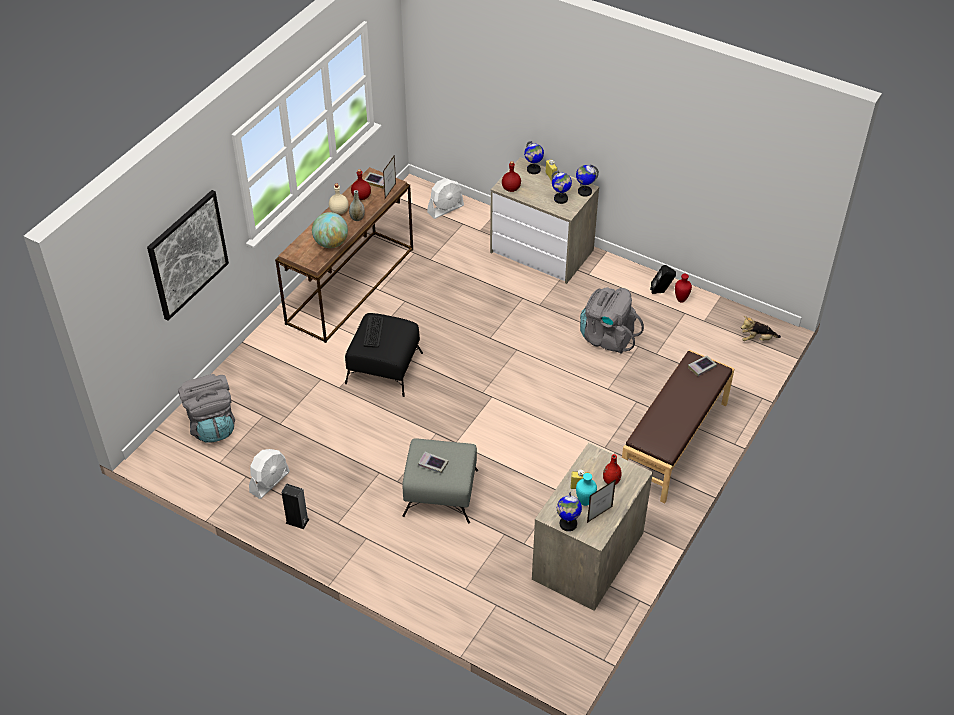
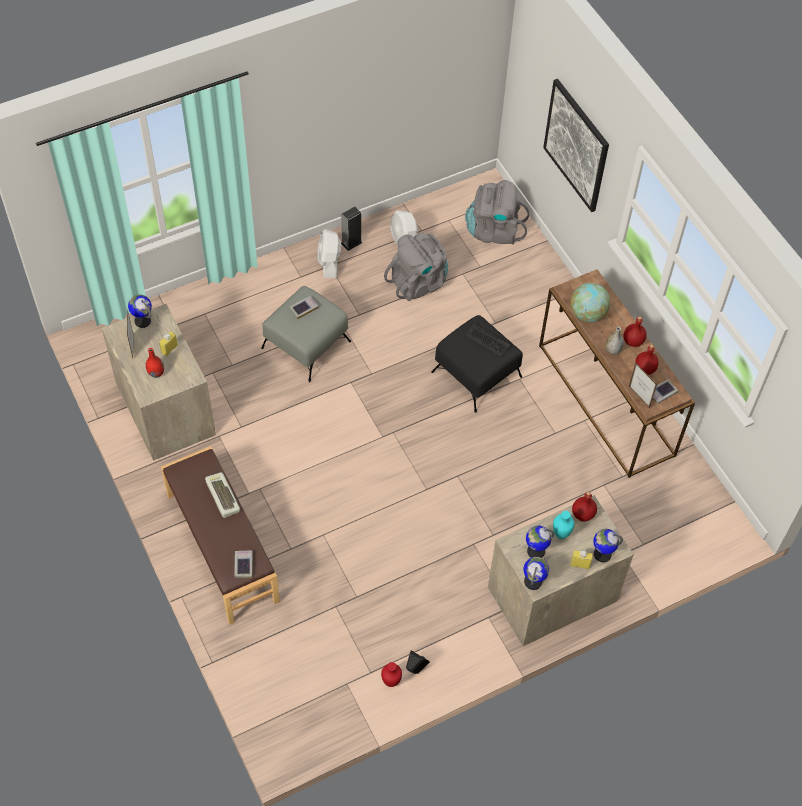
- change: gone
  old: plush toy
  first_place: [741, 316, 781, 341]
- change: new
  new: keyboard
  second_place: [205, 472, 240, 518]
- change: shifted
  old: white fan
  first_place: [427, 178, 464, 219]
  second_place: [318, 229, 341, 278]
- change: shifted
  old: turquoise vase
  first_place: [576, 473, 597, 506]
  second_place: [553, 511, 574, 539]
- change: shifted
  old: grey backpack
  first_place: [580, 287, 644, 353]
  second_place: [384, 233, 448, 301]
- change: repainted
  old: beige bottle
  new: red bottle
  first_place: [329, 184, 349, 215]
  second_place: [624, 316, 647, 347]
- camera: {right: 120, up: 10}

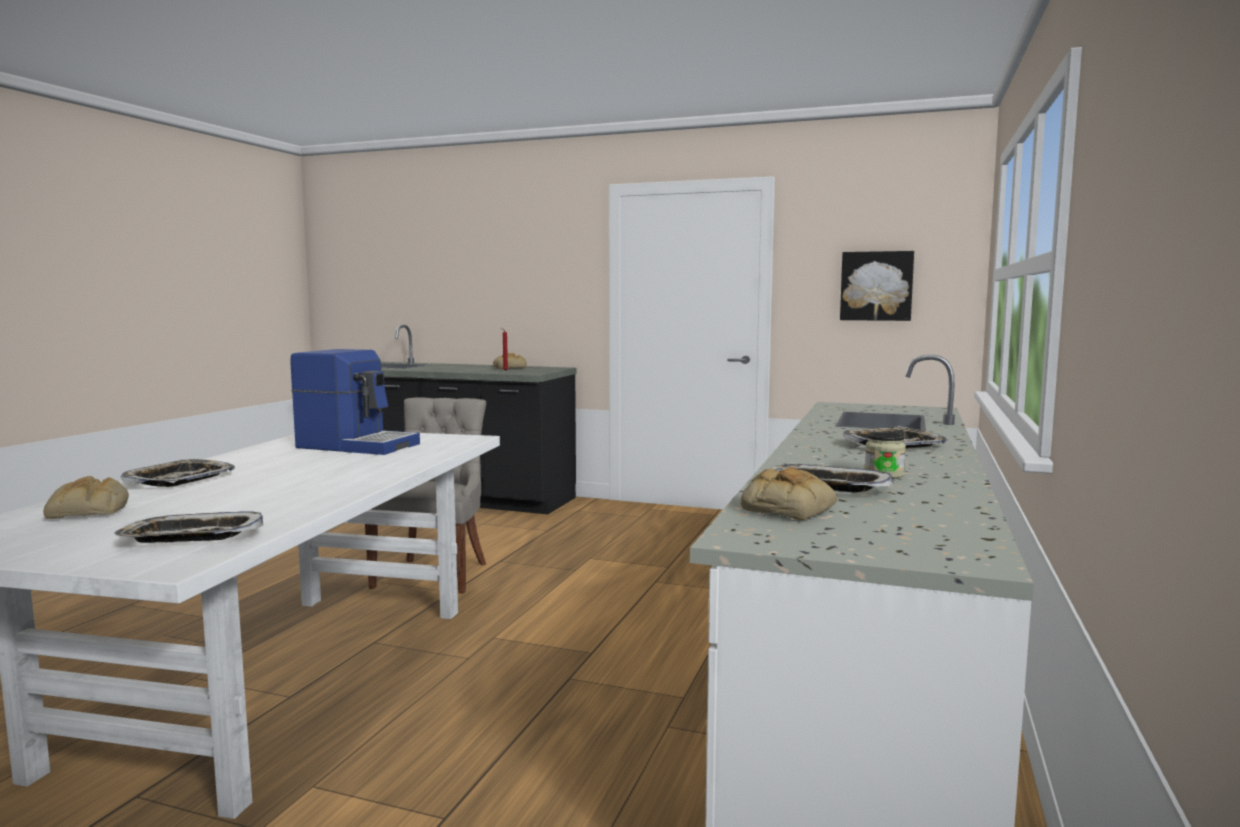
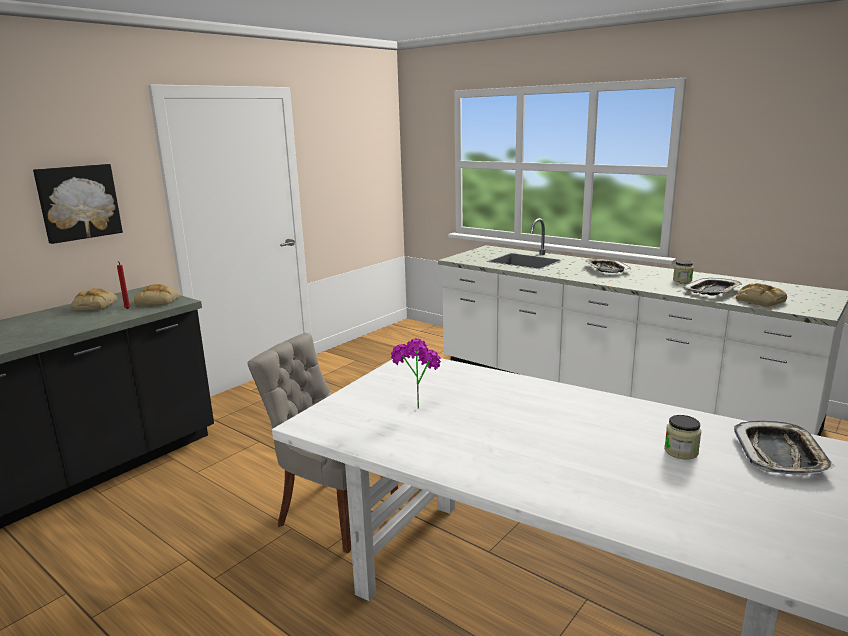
- change: gone
  old: tray
  first_place: [120, 459, 235, 487]
- change: new
  new: jar
  second_place: [664, 415, 701, 460]
- change: shifted
  old: bread
  first_place: [43, 476, 129, 519]
  second_place: [134, 284, 179, 305]
- change: shifted
  old: picture
  first_place: [840, 251, 914, 321]
  second_place: [33, 164, 123, 244]
- change: swapped
  old: coffee machine
  new: potted plant
  first_place: [290, 349, 420, 455]
  second_place: [391, 338, 441, 409]
- camera: {right: -70, up: 10}

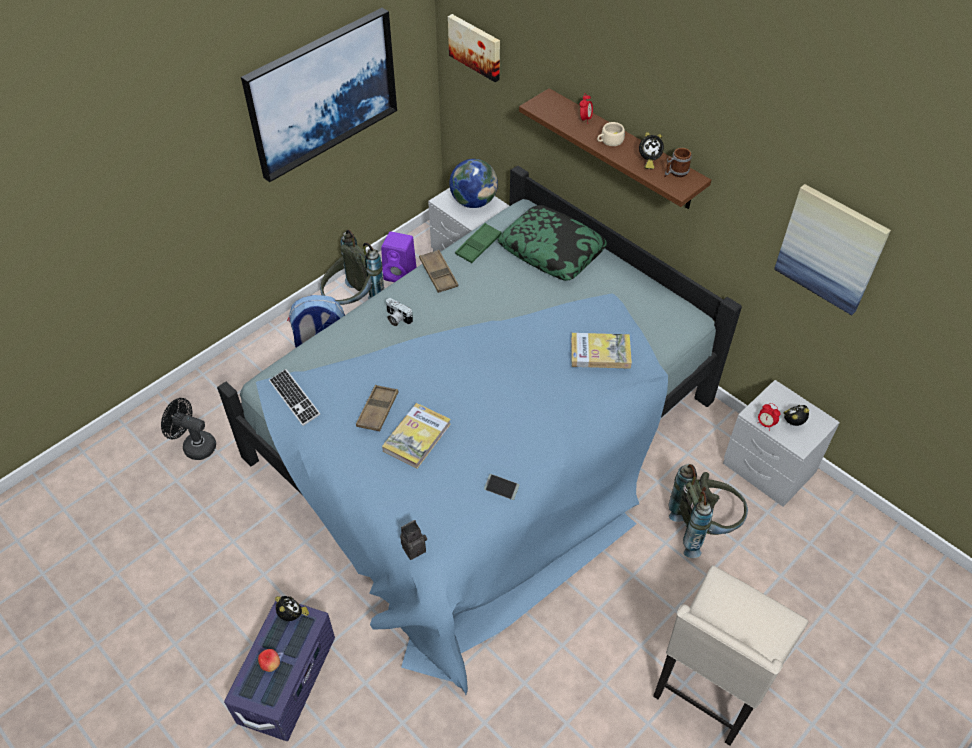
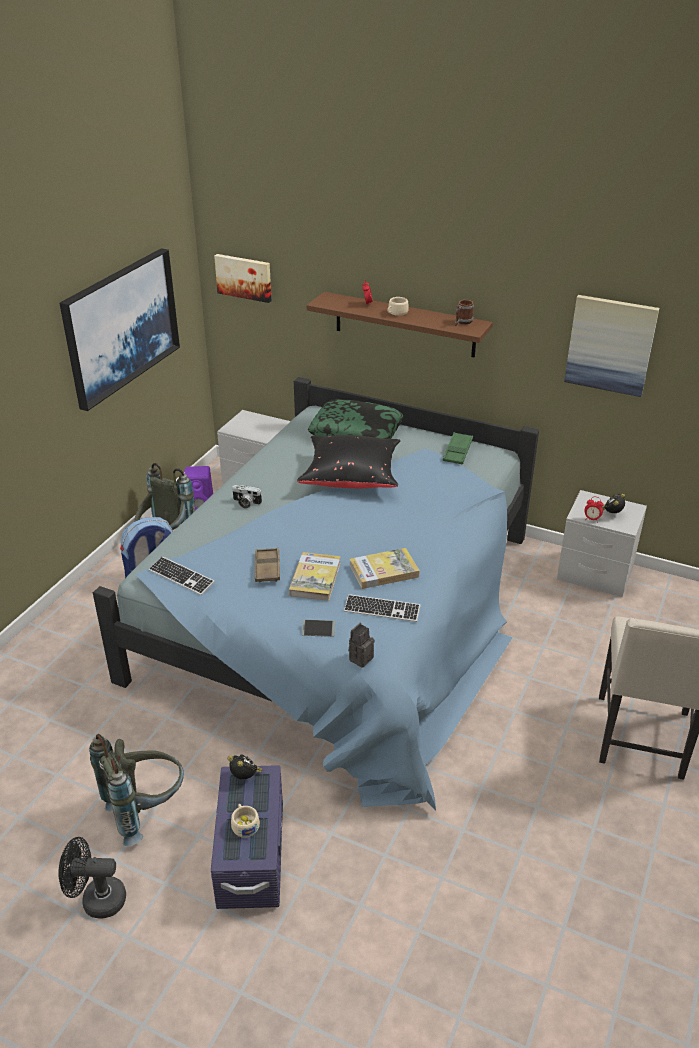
- change: gone
  old: brown tray
  first_place: [419, 250, 458, 293]
- change: gone
  old: globe
  first_place: [449, 159, 498, 208]
- change: gone
  old: alarm clock
  first_place: [639, 132, 664, 169]
- change: new
  new: black pillow
  second_place: [297, 435, 401, 488]
- change: new
  new: keyboard
  second_place: [344, 594, 421, 622]
- change: shifted
  old: black fan
  first_place: [161, 398, 216, 460]
  second_place: [58, 837, 126, 919]
- change: shifted
  old: green tray
  first_place: [455, 223, 502, 263]
  second_place: [443, 432, 473, 464]
- change: shifted
  old: phone
  first_place: [484, 474, 519, 500]
  second_place: [302, 620, 336, 637]
- change: shifted
  old: book
  first_place: [571, 333, 632, 369]
  second_place: [350, 548, 420, 589]
- change: shifted
  old: grey backpack
  first_place: [669, 464, 748, 558]
  second_place: [89, 734, 184, 846]
- change: swapped
  old: apple
  new: beige cup
  first_place: [258, 649, 280, 672]
  second_place: [231, 804, 260, 838]
- camera: {right: -20, up: -15}

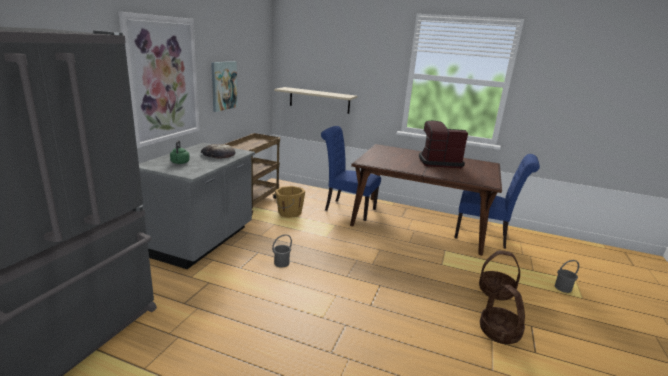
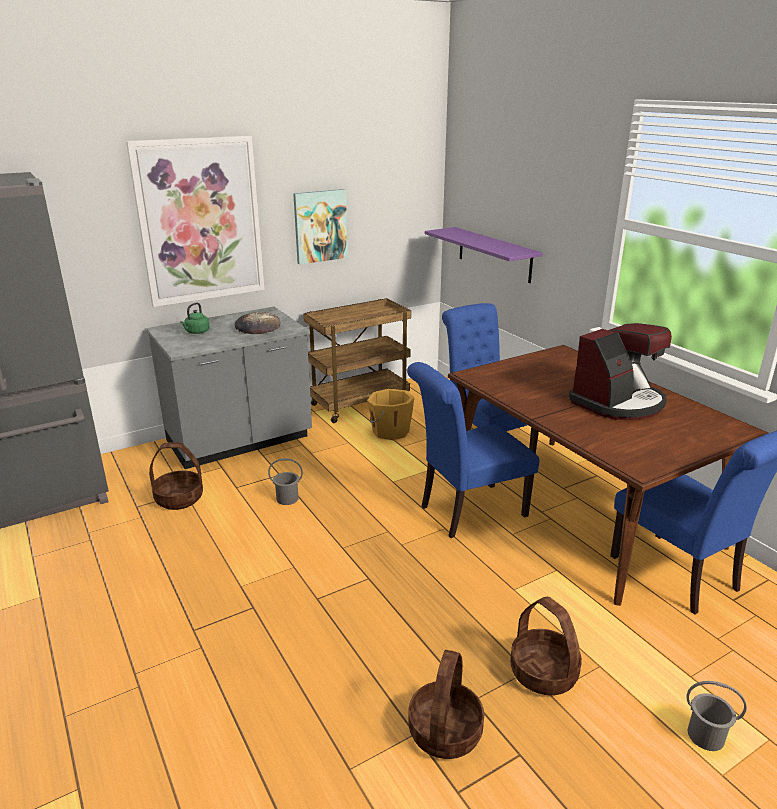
- change: new
  new: basket
  second_place: [149, 442, 203, 510]
- change: new
  new: blue chair
  second_place: [407, 362, 539, 538]
- change: repainted
  old: beige shelf
  new: purple shelf
  first_place: [274, 87, 357, 114]
  second_place: [425, 227, 543, 283]
- change: rotated
  old: coffee machine
  first_place: [419, 121, 468, 168]
  second_place: [569, 323, 672, 420]
  degrees: 105
- camera: {right: 40, up: 5}

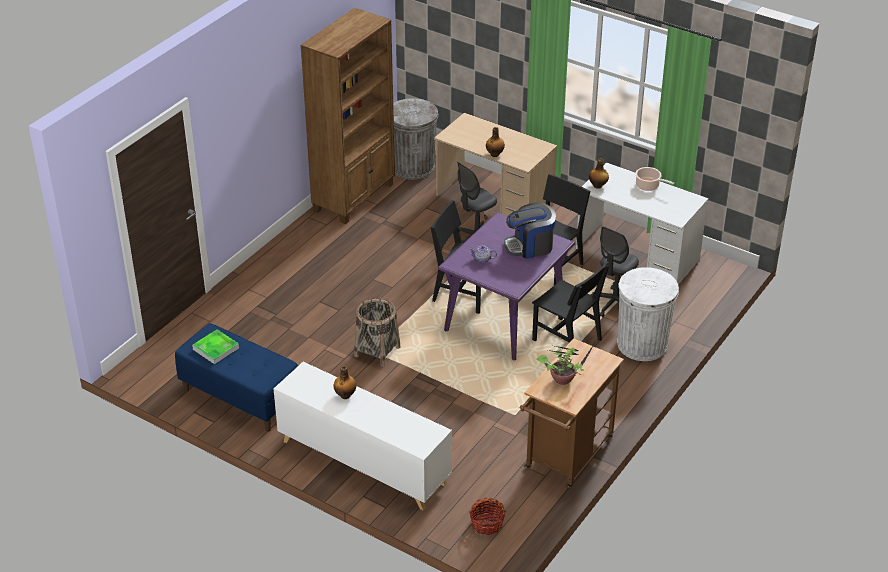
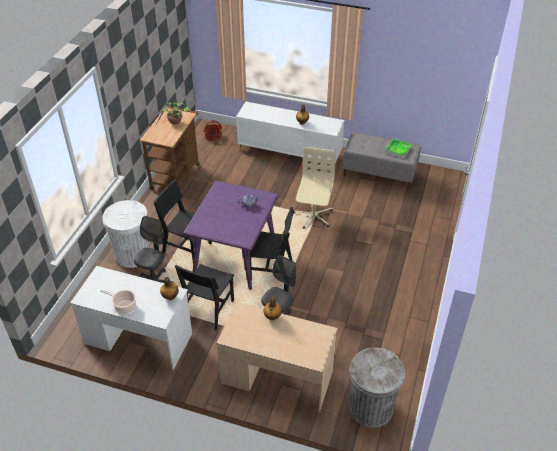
- change: gone
  old: brown bookcase
  first_place: [300, 8, 395, 224]
- change: gone
  old: coffee machine
  first_place: [504, 202, 556, 259]
- change: swapped
  old: basket
  new: beige office chair
  first_place: [354, 298, 400, 367]
  second_place: [294, 147, 336, 228]
- change: repainted
  old: blue bench
  new: grey bench
  first_place: [175, 323, 298, 432]
  second_place: [343, 132, 421, 189]
- camera: {right: 165, up: 5}

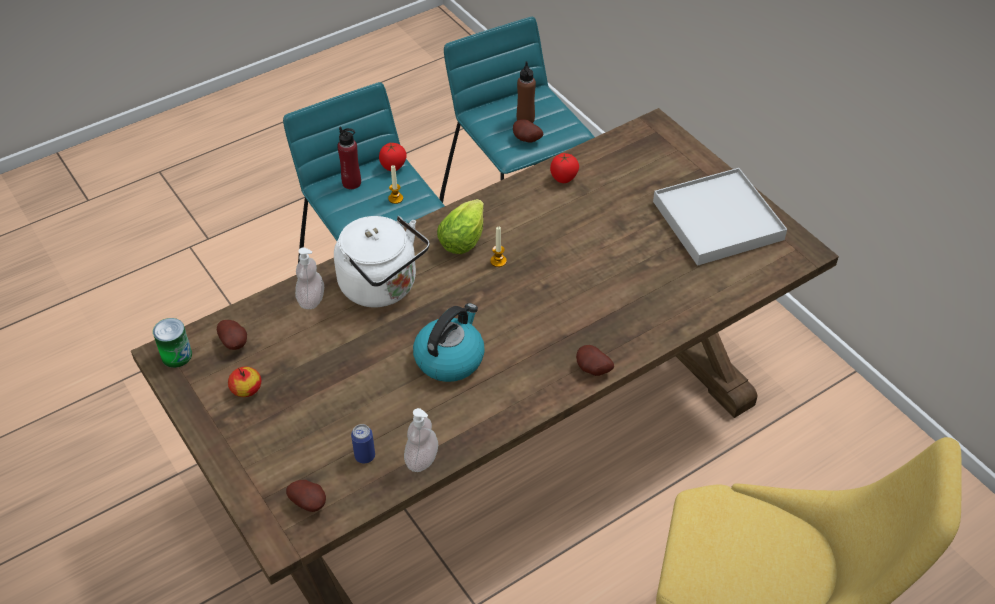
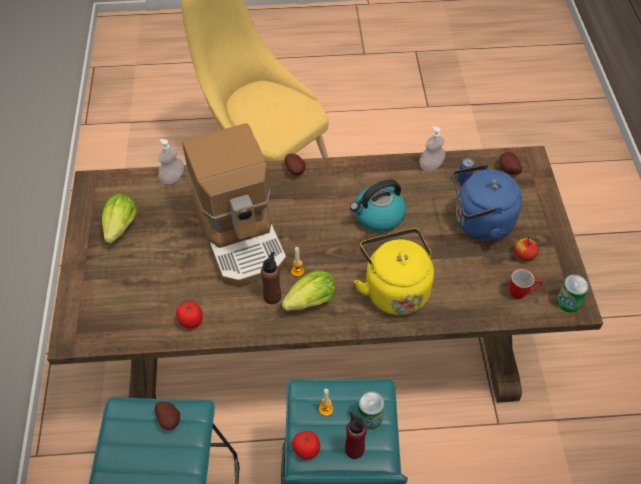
- change: new
  new: coffee machine
  second_place: [182, 123, 287, 287]
- change: new
  new: can
  second_place: [357, 391, 385, 429]
- change: new
  new: blue kettle
  second_place: [452, 165, 522, 241]
- change: shifted
  old: soap dispenser
  first_place: [295, 247, 324, 309]
  second_place: [158, 139, 184, 184]
- change: shifted
  old: brown bottle
  first_place: [517, 62, 536, 123]
  second_place: [261, 252, 281, 304]
- change: swapped
  old: potato
  new: mug
  first_place: [217, 320, 247, 350]
  second_place: [510, 269, 543, 299]
- change: swapped
  old: white tray
  new: lettuce
  first_place: [653, 168, 787, 266]
  second_place: [102, 194, 138, 244]
- change: repainted
  old: white kettle
  new: yellow kettle
  first_place: [334, 216, 429, 307]
  second_place: [354, 228, 434, 315]
- camera: {right: -150, up: 5}

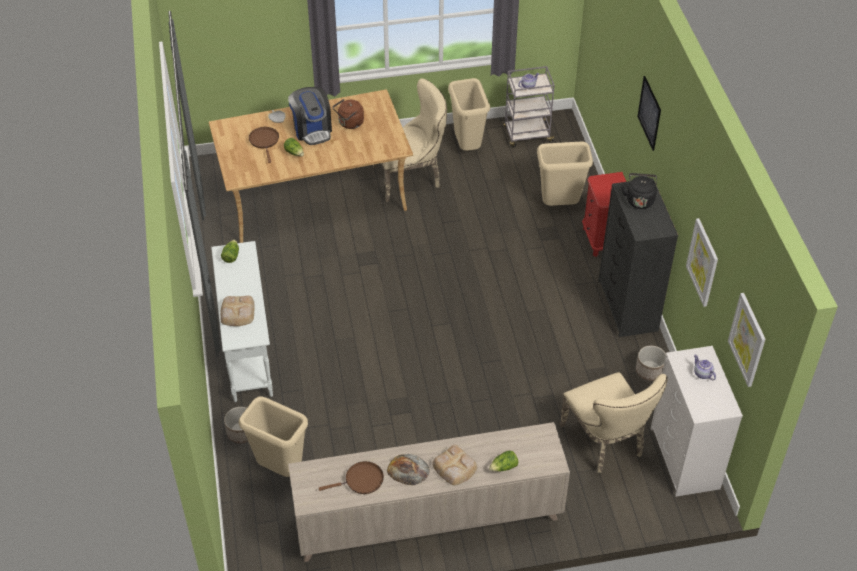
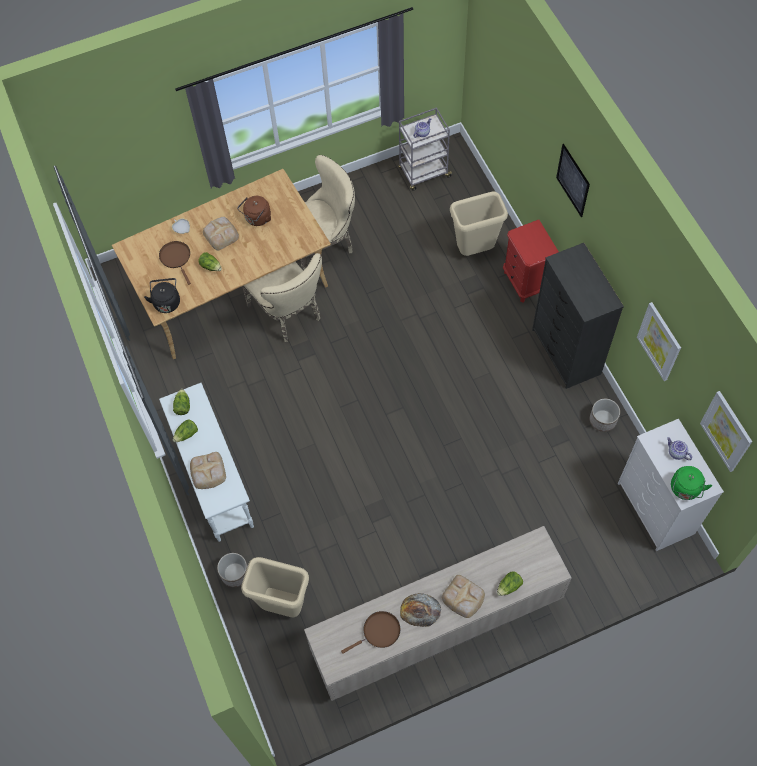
- change: gone
  old: beige trash can
  first_place: [448, 78, 490, 151]
- change: new
  new: lettuce
  second_place: [173, 419, 198, 442]
- change: new
  new: green kettle
  second_place: [671, 466, 712, 500]
- change: shifted
  old: beige chair
  first_place: [560, 372, 667, 473]
  second_place: [242, 253, 322, 342]
- change: shifted
  old: black kettle
  first_place: [621, 173, 657, 209]
  second_place: [144, 278, 180, 313]
- change: swapped
  old: coffee machine
  new: bread
  first_place: [288, 87, 332, 145]
  second_place: [203, 217, 239, 250]
- camera: {right: -10, up: 15}

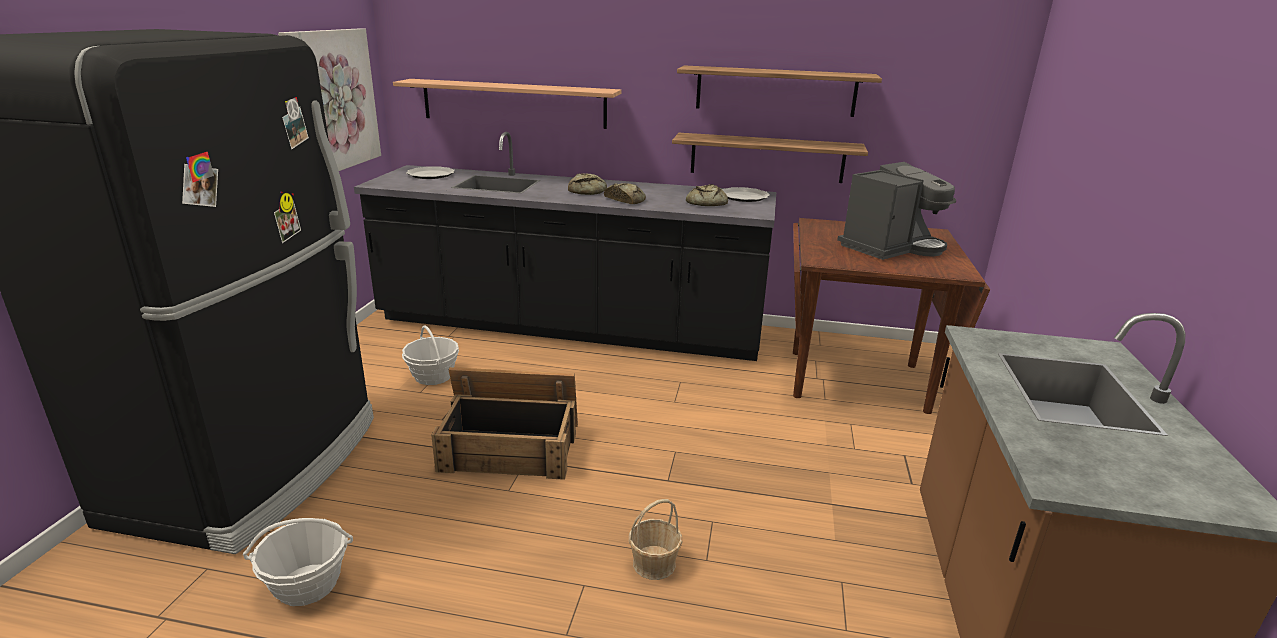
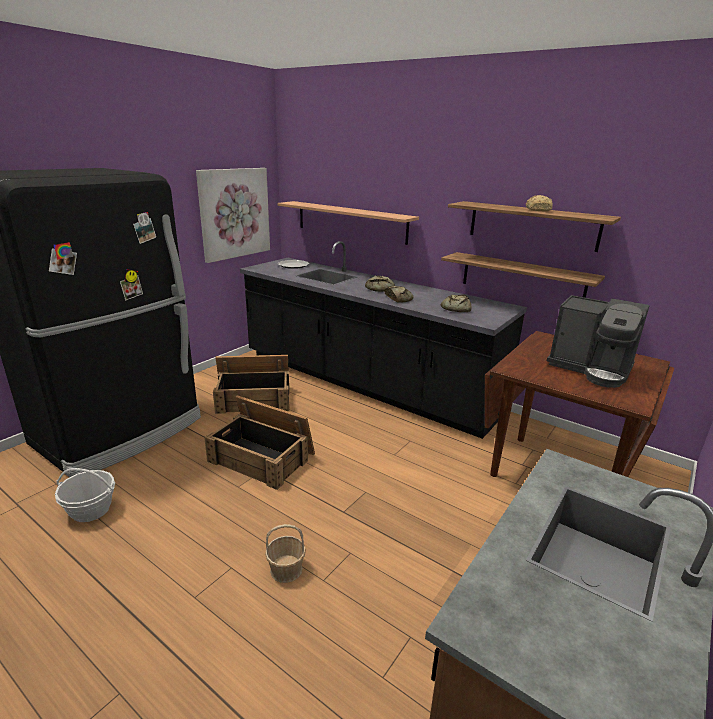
- change: gone
  old: plate
  first_place: [722, 187, 770, 202]
- change: new
  new: bread
  second_place: [526, 195, 553, 212]
- change: swapped
  old: basket
  new: crate
  first_place: [402, 325, 459, 385]
  second_place: [213, 355, 289, 414]
- change: rotated
  old: coffee machine
  first_place: [837, 162, 956, 260]
  second_place: [547, 295, 650, 388]
  degrees: 45
- camera: {right: 25, up: 0}

